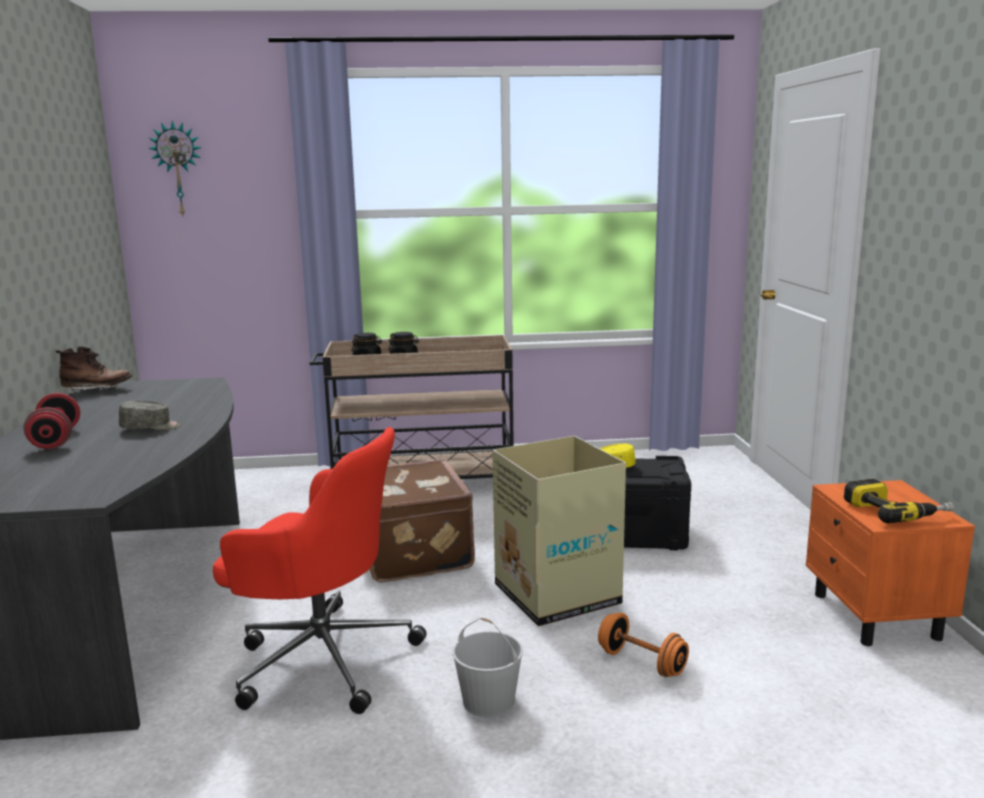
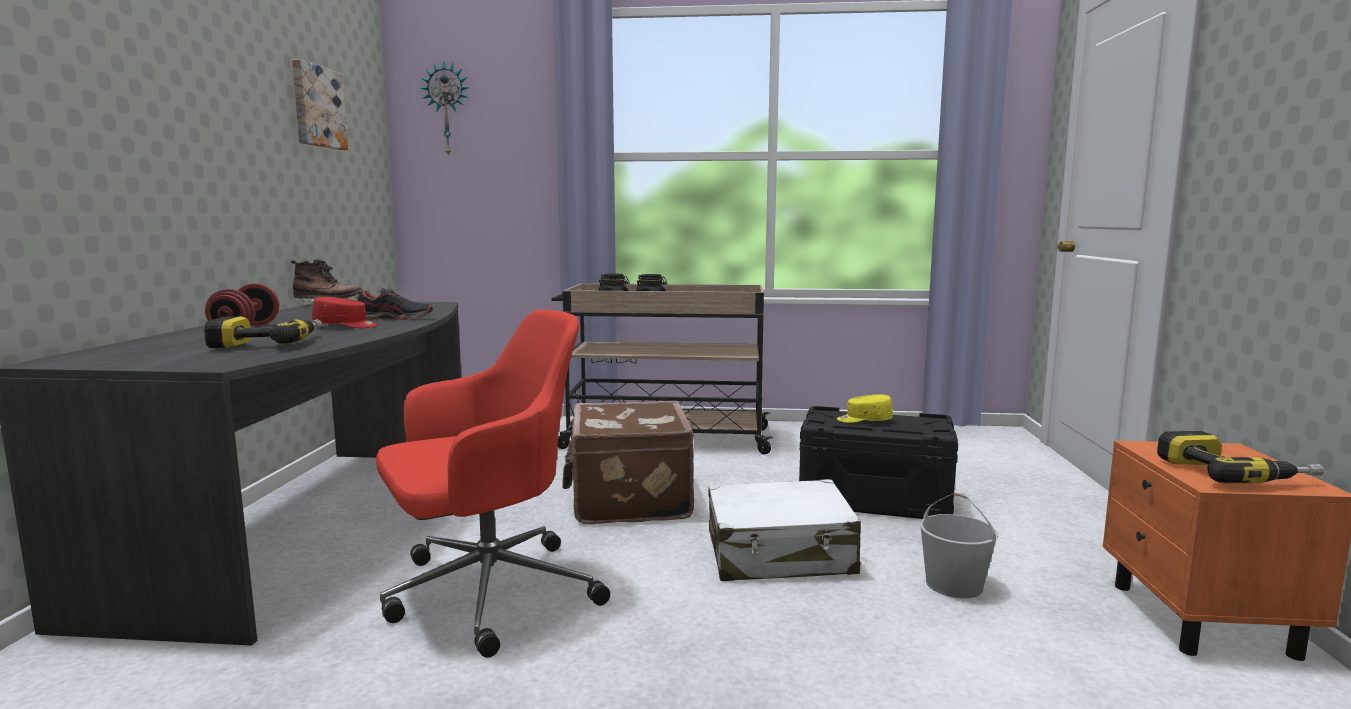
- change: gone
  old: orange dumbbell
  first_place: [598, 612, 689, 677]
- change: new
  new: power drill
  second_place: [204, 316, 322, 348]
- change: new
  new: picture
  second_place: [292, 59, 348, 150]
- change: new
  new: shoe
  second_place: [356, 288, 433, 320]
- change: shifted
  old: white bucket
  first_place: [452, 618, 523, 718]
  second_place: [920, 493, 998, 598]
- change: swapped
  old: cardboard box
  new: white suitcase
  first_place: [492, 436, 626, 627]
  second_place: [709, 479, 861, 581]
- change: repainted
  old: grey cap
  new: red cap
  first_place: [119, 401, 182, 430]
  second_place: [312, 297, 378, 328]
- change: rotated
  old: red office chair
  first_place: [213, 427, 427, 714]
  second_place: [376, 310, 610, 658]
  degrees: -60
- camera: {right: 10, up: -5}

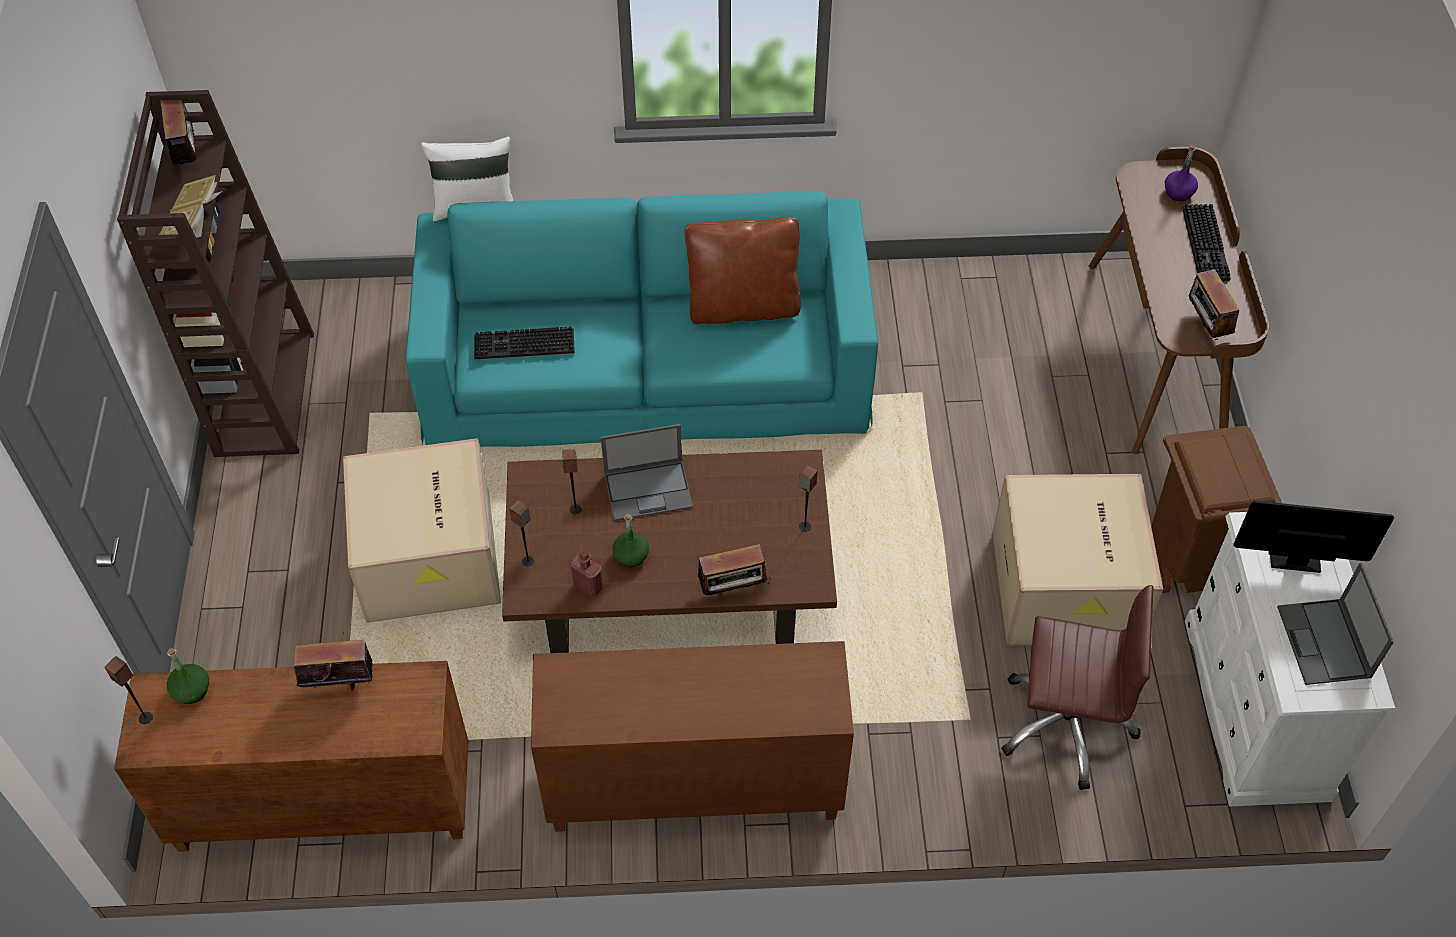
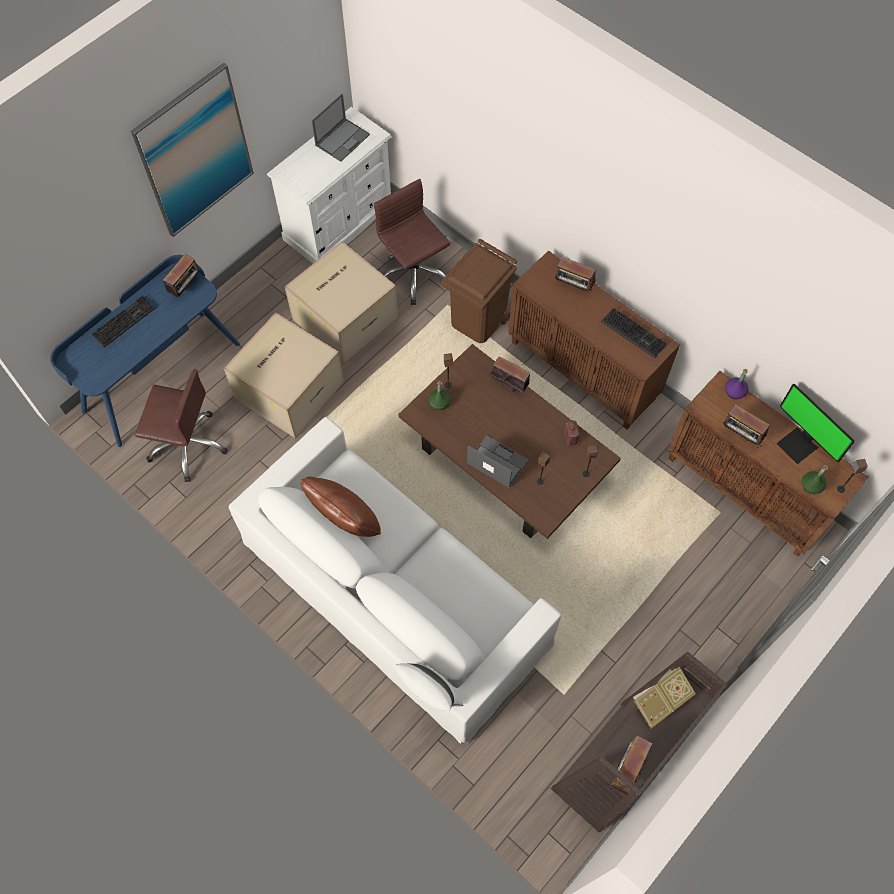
- change: new
  new: picture
  second_place: [131, 63, 254, 237]
- change: new
  new: brown office chair
  second_place: [135, 369, 228, 482]
- change: new
  new: radio
  second_place: [555, 257, 596, 292]
- change: shifted
  old: cardboard box
  first_place: [343, 438, 501, 623]
  second_place: [223, 312, 344, 438]
- change: shifted
  old: keyboard
  first_place: [474, 327, 575, 359]
  second_place: [601, 308, 666, 358]
- change: shifted
  old: green bottle
  first_place: [612, 514, 649, 567]
  second_place: [429, 381, 450, 410]
- change: shifted
  old: brown trash can
  first_place: [1151, 426, 1282, 593]
  second_place: [441, 239, 517, 343]
- change: shifted
  old: purple bottle
  first_place: [1165, 145, 1198, 201]
  second_place: [725, 369, 749, 399]
- change: shifted
  old: monitor
  first_place: [1233, 501, 1394, 573]
  second_place: [777, 384, 854, 464]
- change: repainted
  old: turquoise sofa
  new: white sofa
  first_place: [406, 191, 878, 447]
  second_place: [229, 417, 561, 744]
- change: repainted
  old: brown desk
  new: blue desk
  first_place: [1089, 146, 1269, 455]
  second_place: [50, 255, 240, 447]
- camera: {right: -135, up: 10}

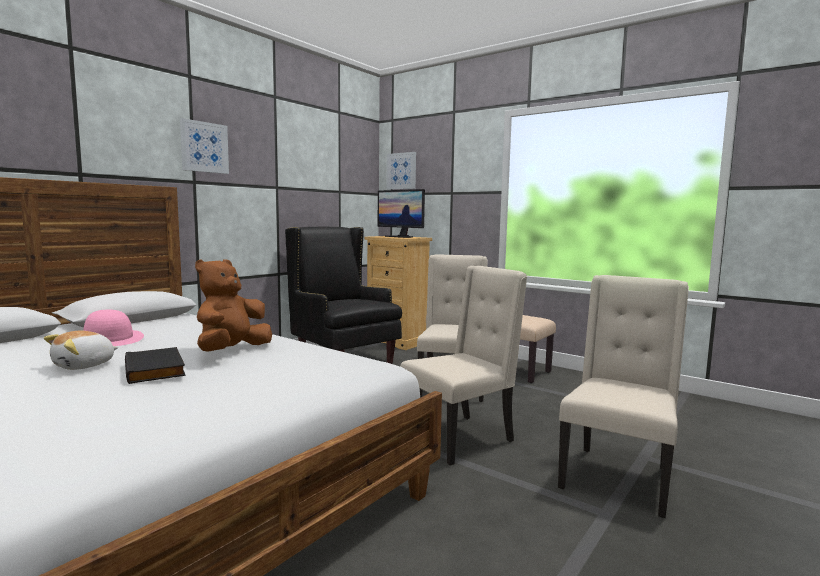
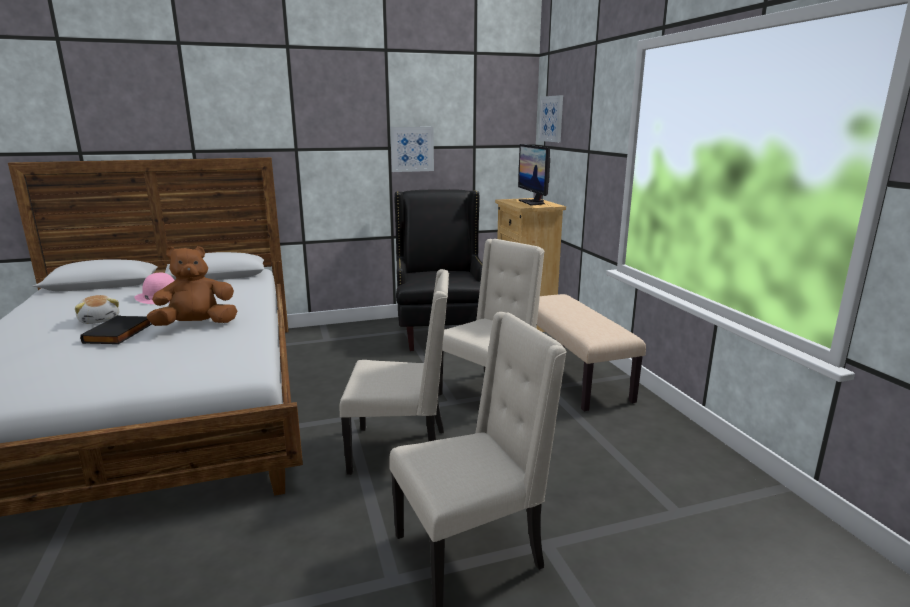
- change: shifted
  old: picture
  first_place: [180, 118, 229, 174]
  second_place: [390, 127, 434, 172]
- change: rotated
  old: plush toy
  first_place: [44, 331, 119, 370]
  second_place: [75, 295, 119, 324]
  degrees: -105
- camera: {right: 35, up: 10}

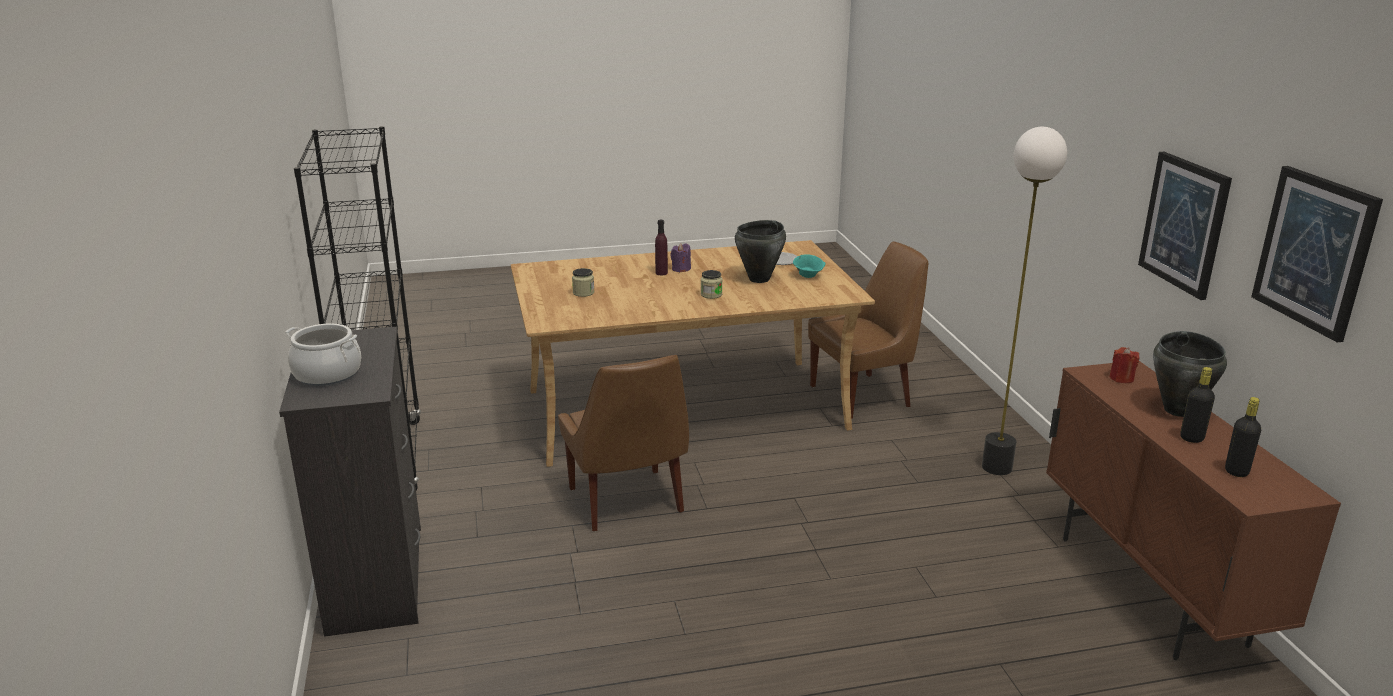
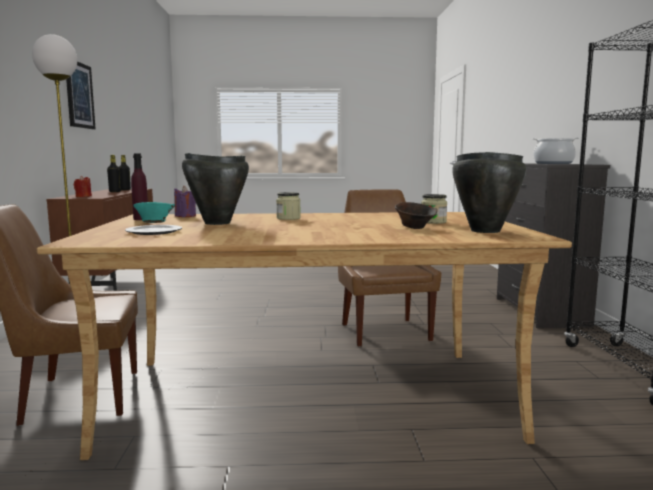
- change: gone
  old: picture
  first_place: [1138, 152, 1232, 300]
- change: new
  new: brown bowl
  second_place: [395, 202, 437, 229]
- change: shifted
  old: purple bottle
  first_place: [655, 220, 668, 275]
  second_place: [131, 154, 148, 220]
- change: shifted
  old: purple candle
  first_place: [670, 243, 691, 272]
  second_place: [174, 186, 196, 217]
- change: shifted
  old: black cooking pot
  first_place: [1153, 331, 1227, 417]
  second_place: [452, 152, 526, 233]
- camera: {right: -170, up: -15}

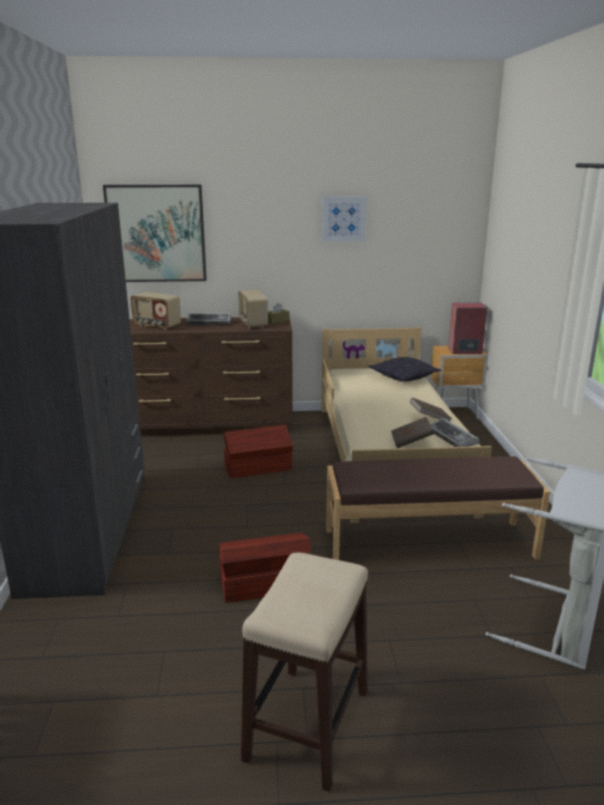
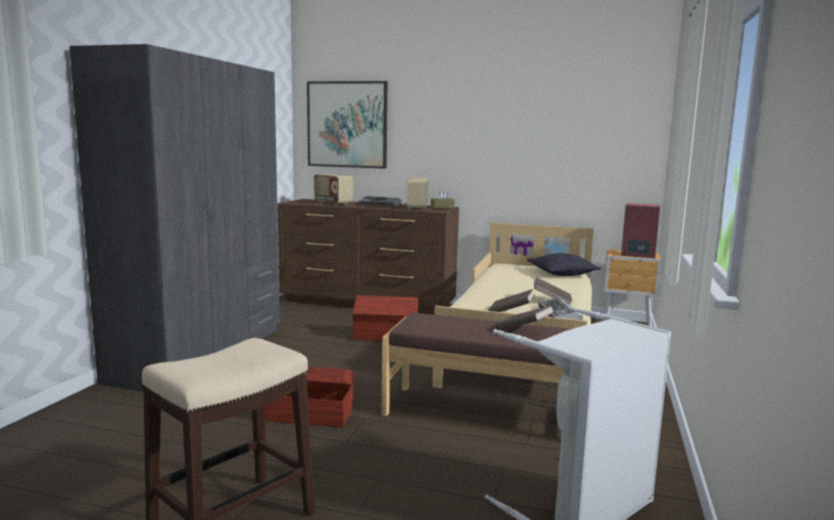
- change: gone
  old: picture
  first_place: [322, 196, 366, 242]
- change: new
  new: brown book
  second_place: [495, 305, 554, 330]
- camera: {right: 20, up: -10}

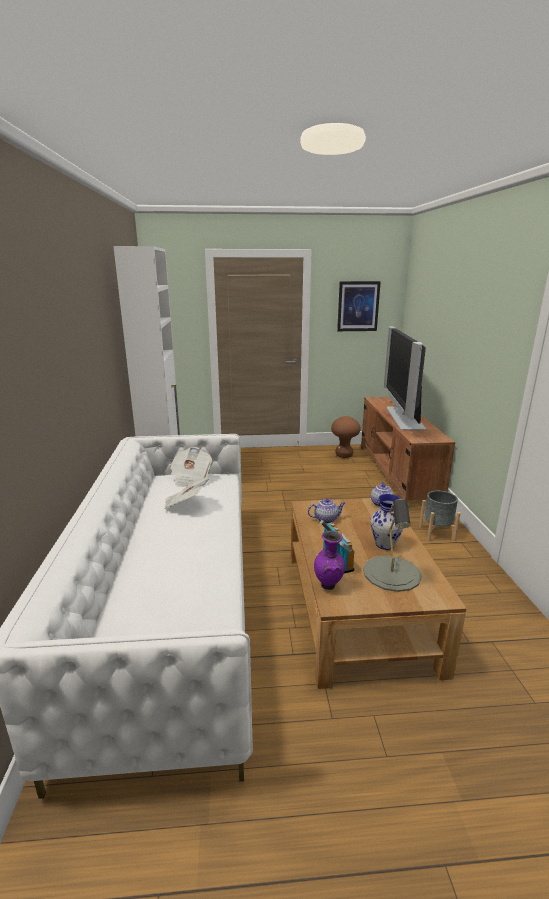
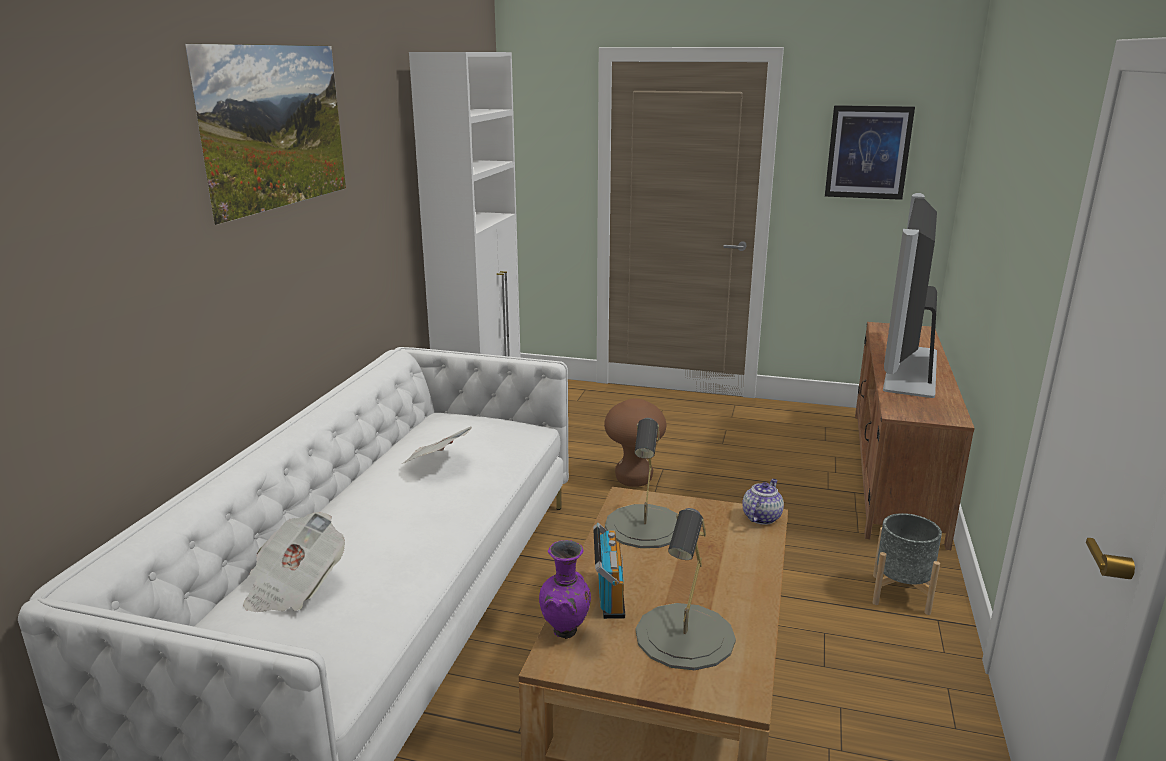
- change: gone
  old: vase
  first_place: [370, 494, 404, 550]
- change: new
  new: picture
  second_place: [185, 44, 346, 225]
- change: shifted
  old: newspaper
  first_place: [170, 447, 212, 487]
  second_place: [243, 512, 345, 612]
- change: shifted
  old: brown stool
  first_place: [331, 416, 361, 458]
  second_place: [604, 398, 666, 487]
- change: swapped
  old: teapot
  new: grey table lamp
  first_place: [307, 499, 346, 523]
  second_place: [605, 418, 677, 548]
- camera: {right: 20, up: 0}

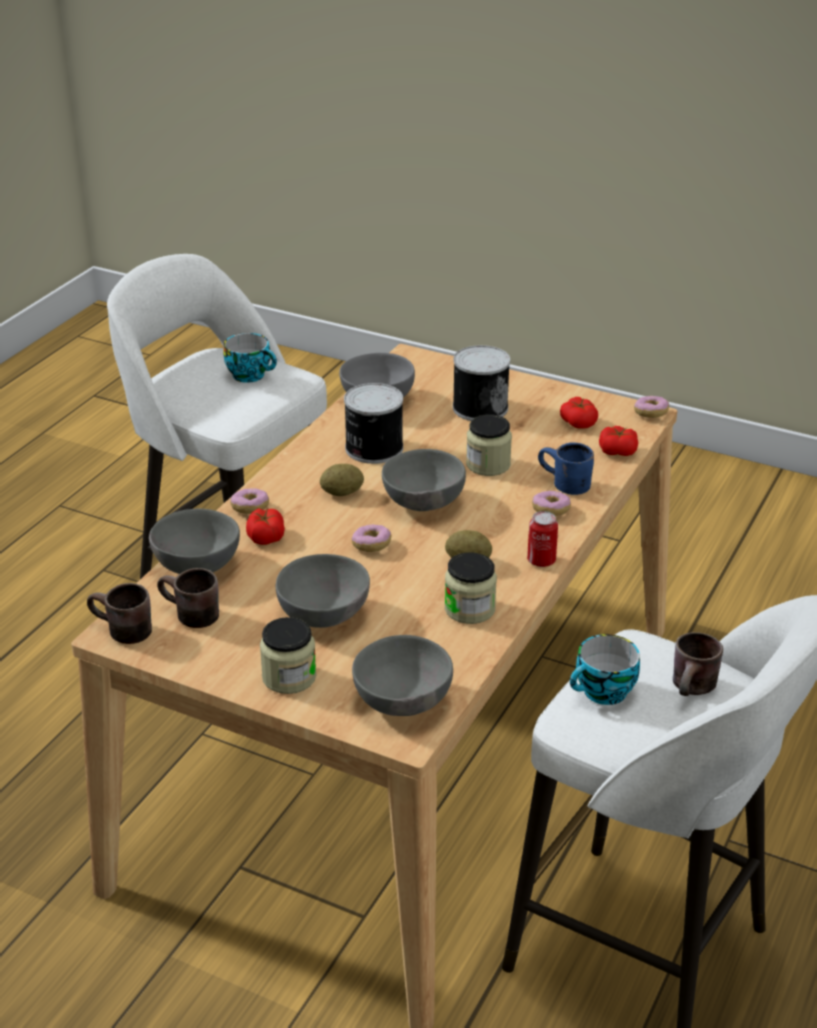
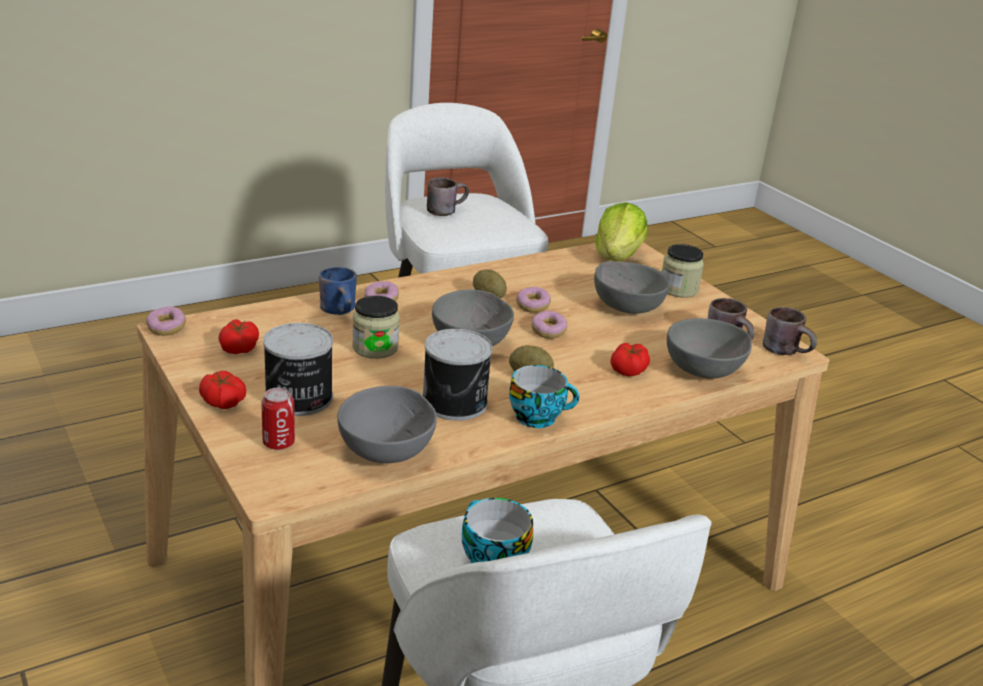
- change: gone
  old: jar
  first_place: [445, 552, 497, 624]
- change: shifted
  old: donut
  first_place: [230, 488, 269, 514]
  second_place: [516, 287, 551, 313]
- change: shifted
  old: can
  first_place: [527, 511, 558, 567]
  second_place: [261, 388, 295, 450]
- change: shifted
  old: cup
  first_place: [570, 634, 640, 705]
  second_place: [509, 365, 579, 428]
- change: shifted
  old: tomato
  first_place: [599, 426, 638, 456]
  second_place: [199, 371, 246, 409]
- change: swapped
  old: grey bowl
  new: lettuce
  first_place: [352, 635, 453, 716]
  second_place: [595, 202, 648, 261]
- camera: {right: -150, up: -5}

